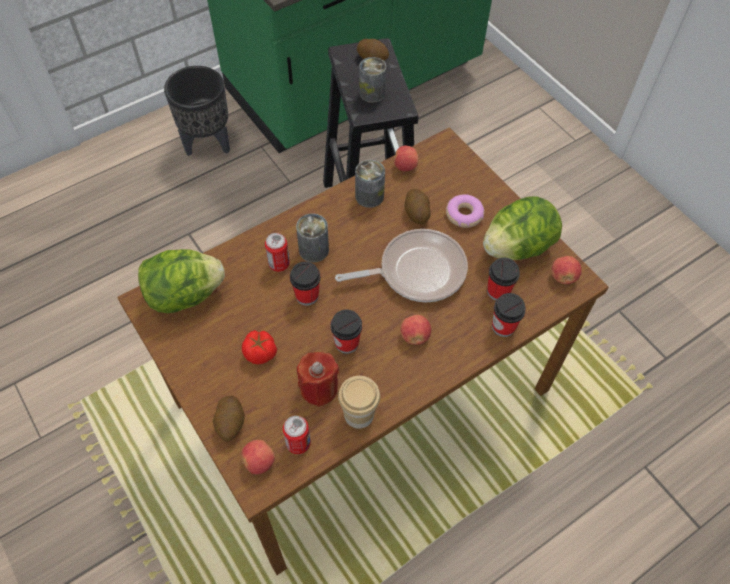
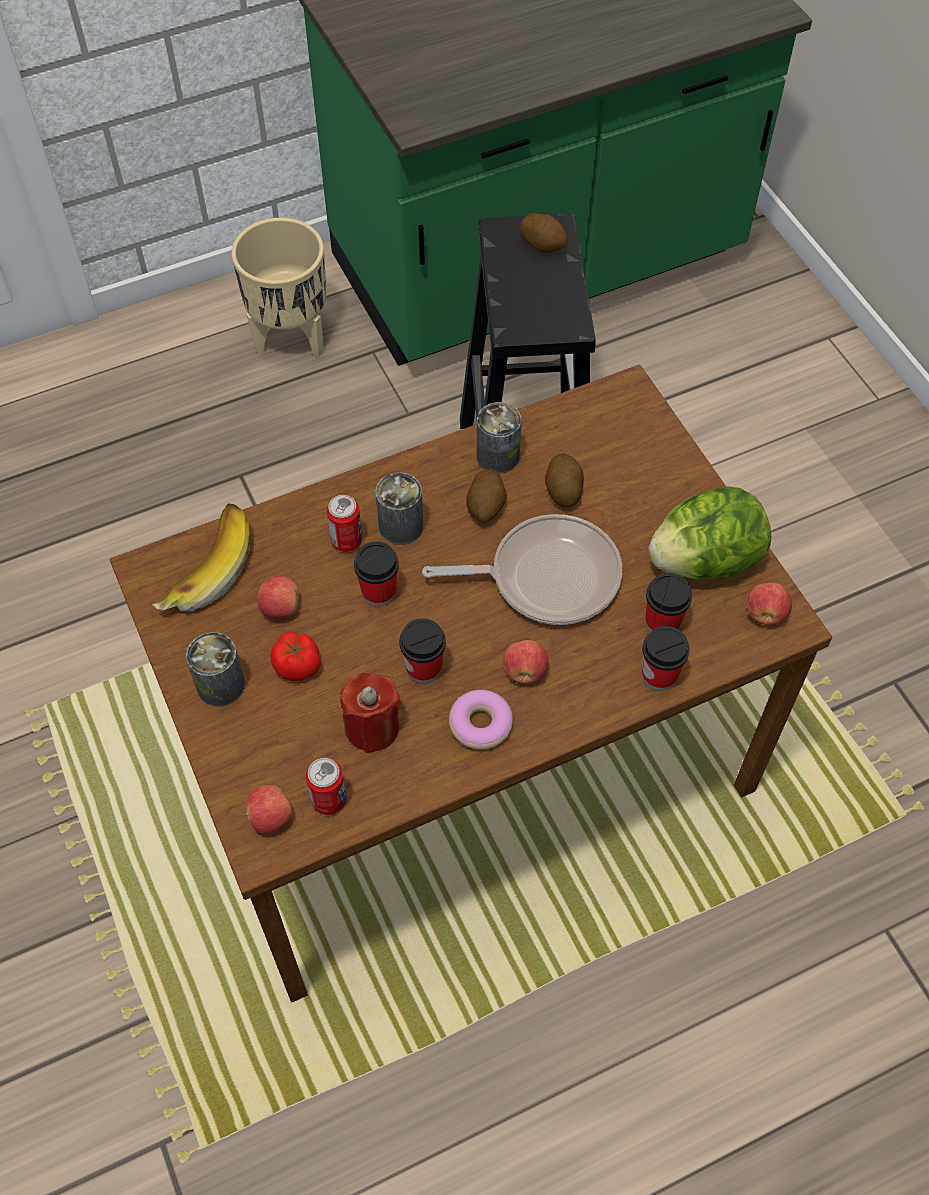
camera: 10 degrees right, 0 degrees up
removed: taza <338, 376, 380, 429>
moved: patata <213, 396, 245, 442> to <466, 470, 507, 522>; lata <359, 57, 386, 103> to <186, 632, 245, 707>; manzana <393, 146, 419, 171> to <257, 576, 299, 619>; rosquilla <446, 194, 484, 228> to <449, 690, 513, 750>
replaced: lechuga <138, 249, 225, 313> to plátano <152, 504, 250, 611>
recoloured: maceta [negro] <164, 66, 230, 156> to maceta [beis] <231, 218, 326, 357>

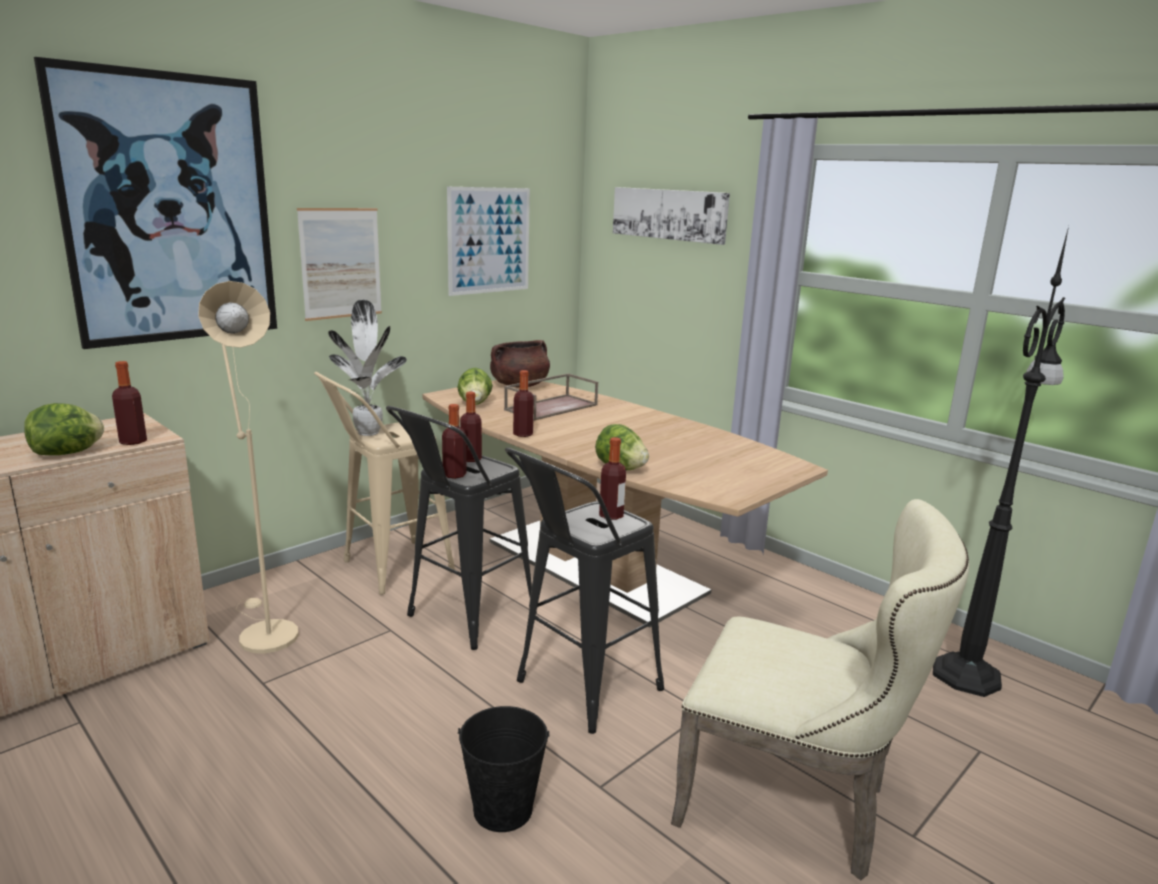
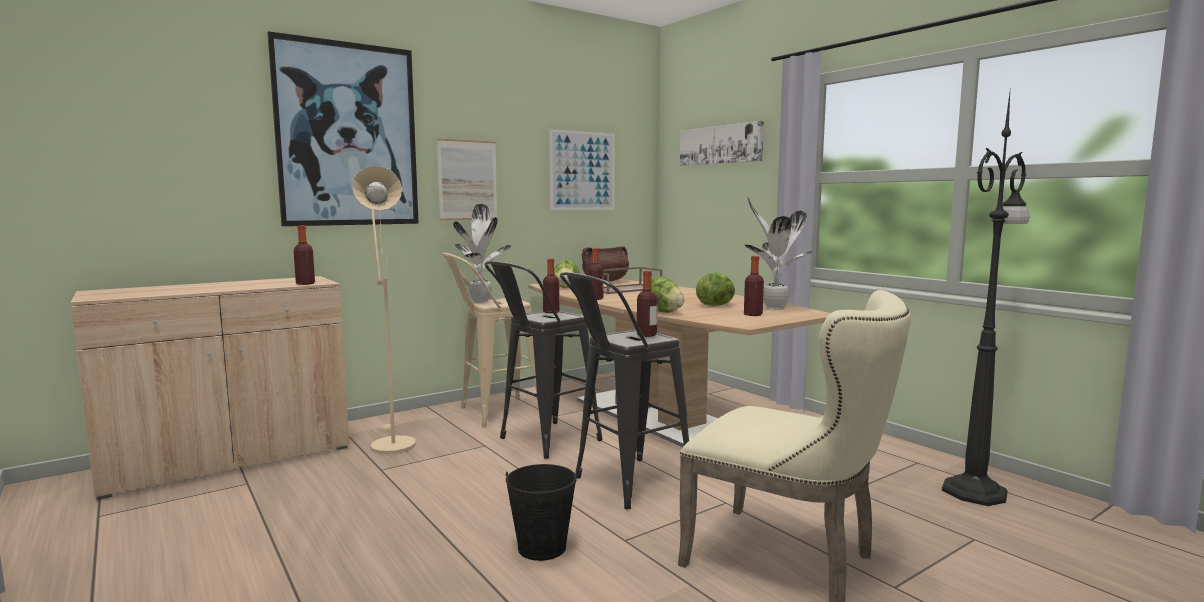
camera: 10 degrees right, 10 degrees down
added: planta en maceta <745, 196, 813, 310>
moved: lechuga <24, 403, 104, 455> to <696, 272, 735, 306>; botella <442, 404, 467, 479> to <744, 256, 764, 316>

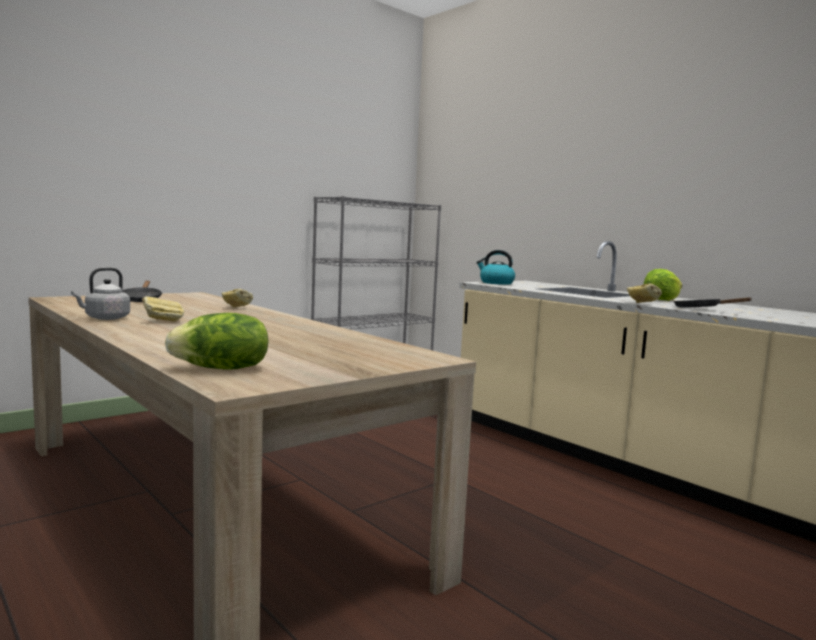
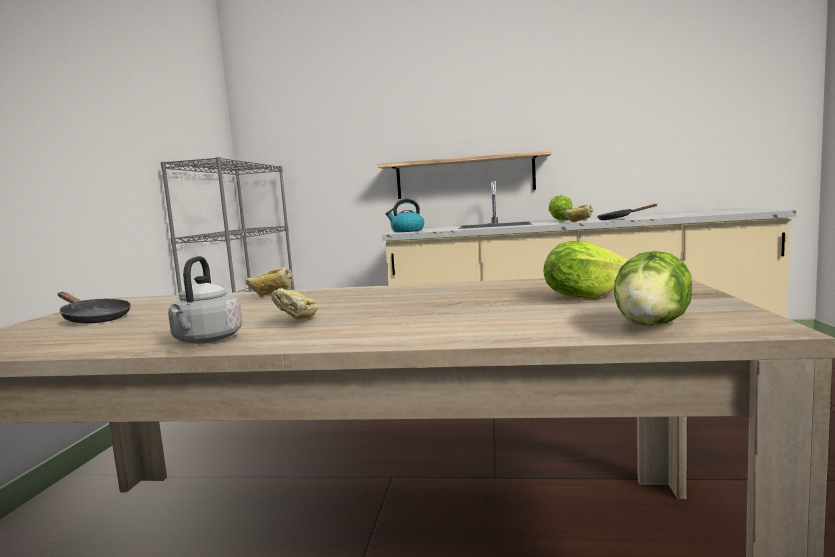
camera: 40 degrees left, 0 degrees up
added: estante <377, 150, 552, 199>; lechuga <544, 241, 628, 299>

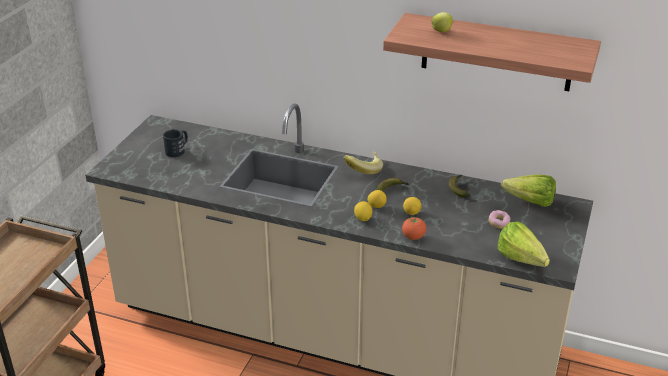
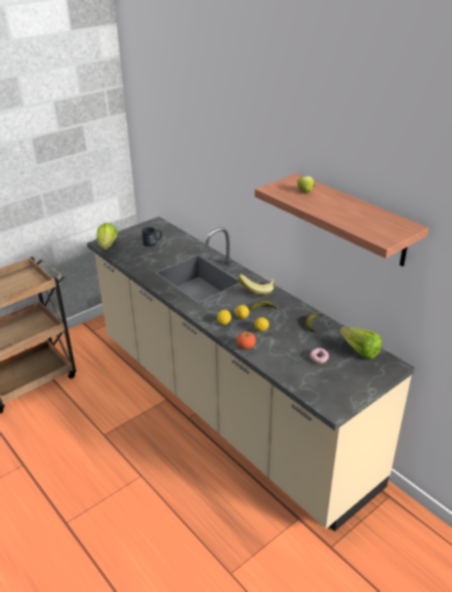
camera: 30 degrees right, 0 degrees up
moved: lechuga <498, 221, 550, 267> to <97, 223, 118, 250>

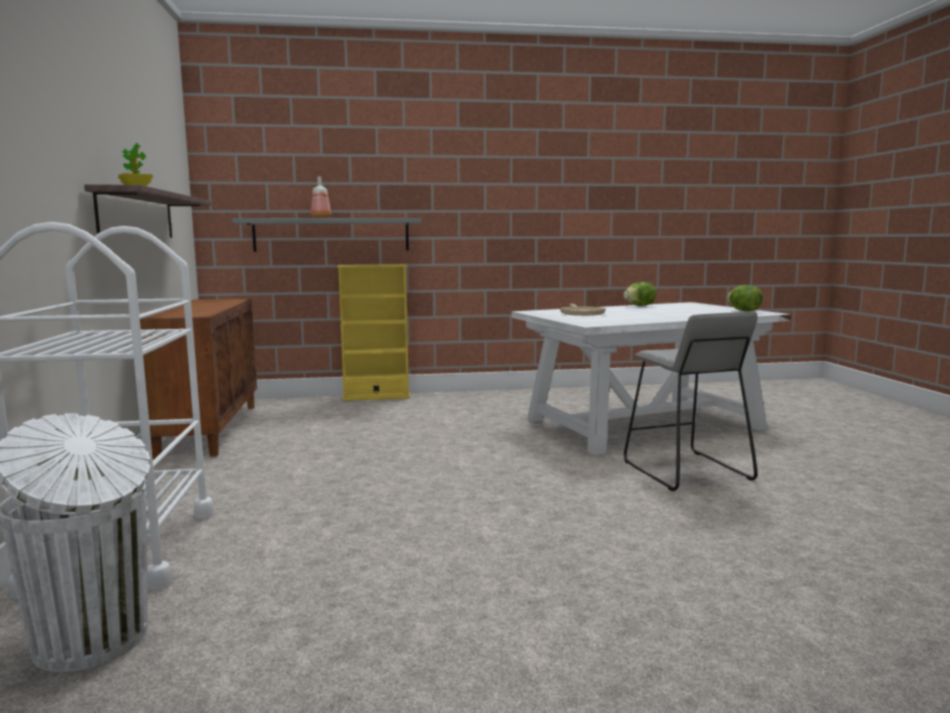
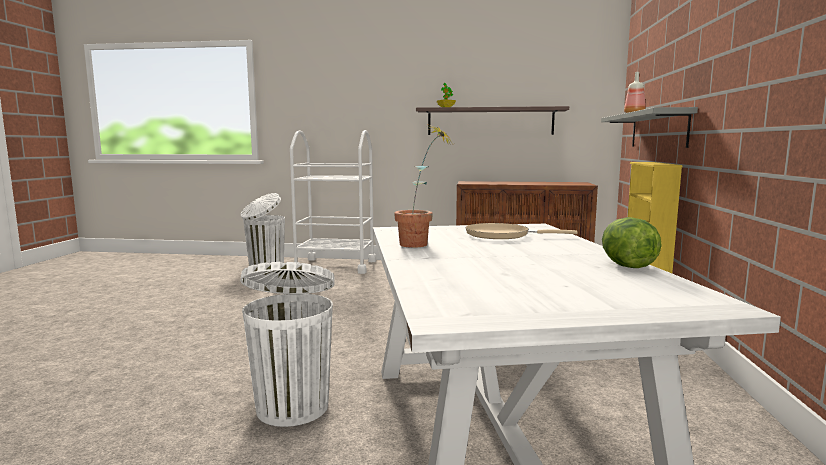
camera: 105 degrees right, 0 degrees up
removed: lechuga <727, 285, 763, 311>
added: planta en maceta <394, 123, 452, 248>
replaced: taburete [gris] <624, 312, 758, 491> to papelera [blanco] <240, 262, 335, 427>

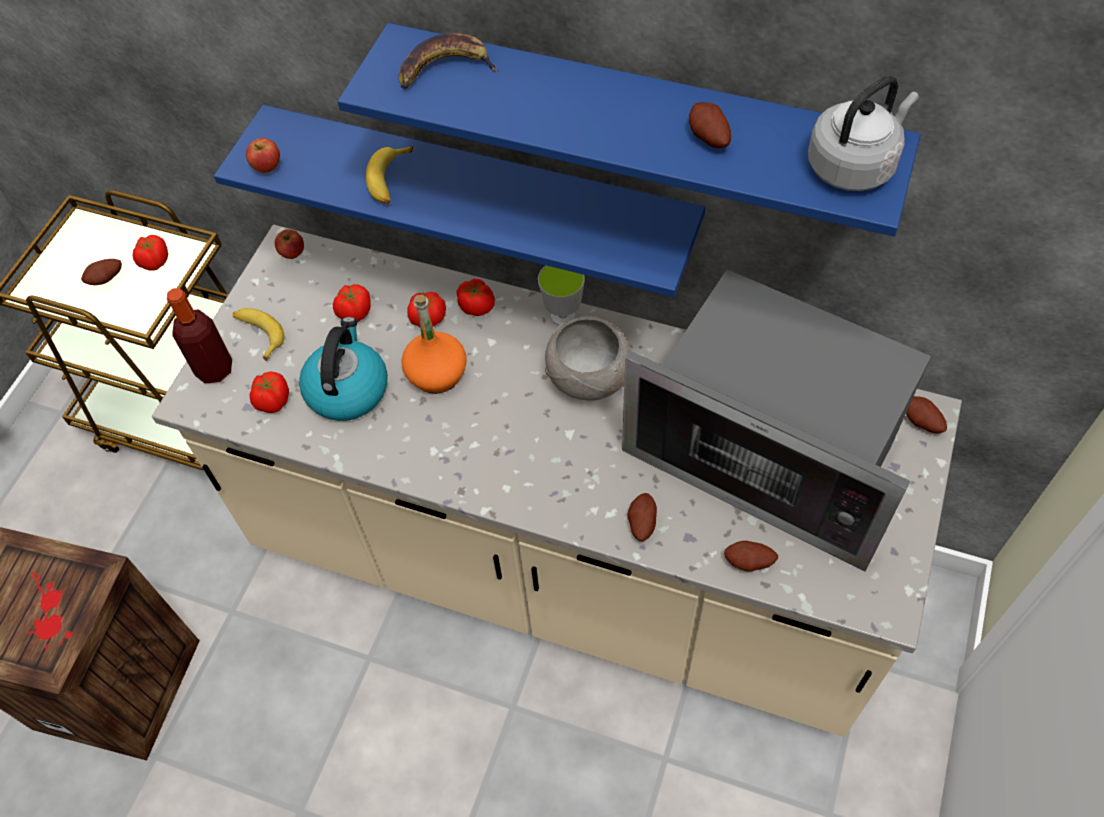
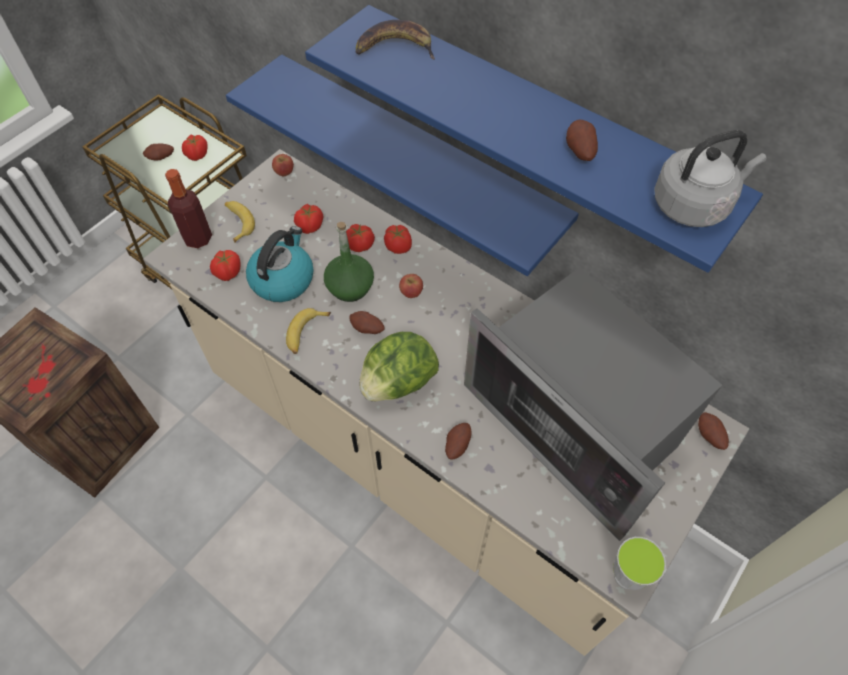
camera: 15 degrees right, 0 degrees up
removed: cuenco [gris] <545, 316, 630, 400>
added: lechuga <360, 332, 439, 401>
moved: manzana <246, 138, 280, 173> to <399, 274, 423, 298>; plátano <366, 146, 413, 204> to <286, 308, 331, 354>; taza <538, 265, 585, 325> to <613, 537, 666, 590>; patata <724, 541, 778, 571> to <350, 311, 385, 334>
recoloured: botella [naranja] <401, 295, 467, 394> to botella [verde] <324, 222, 374, 302>

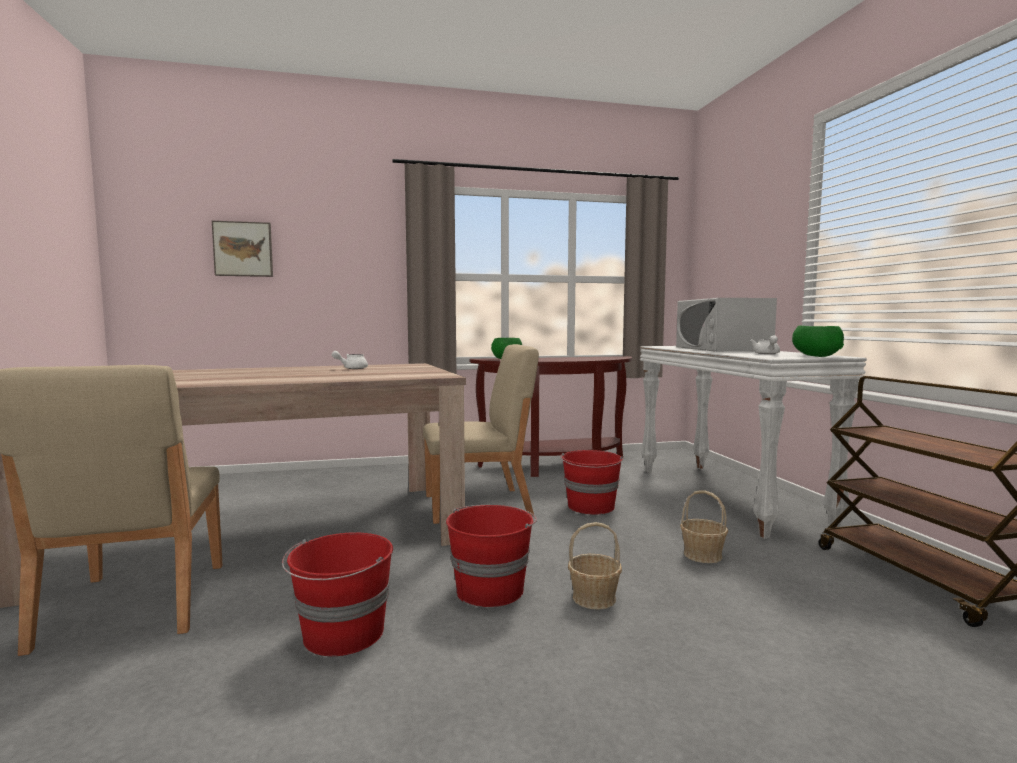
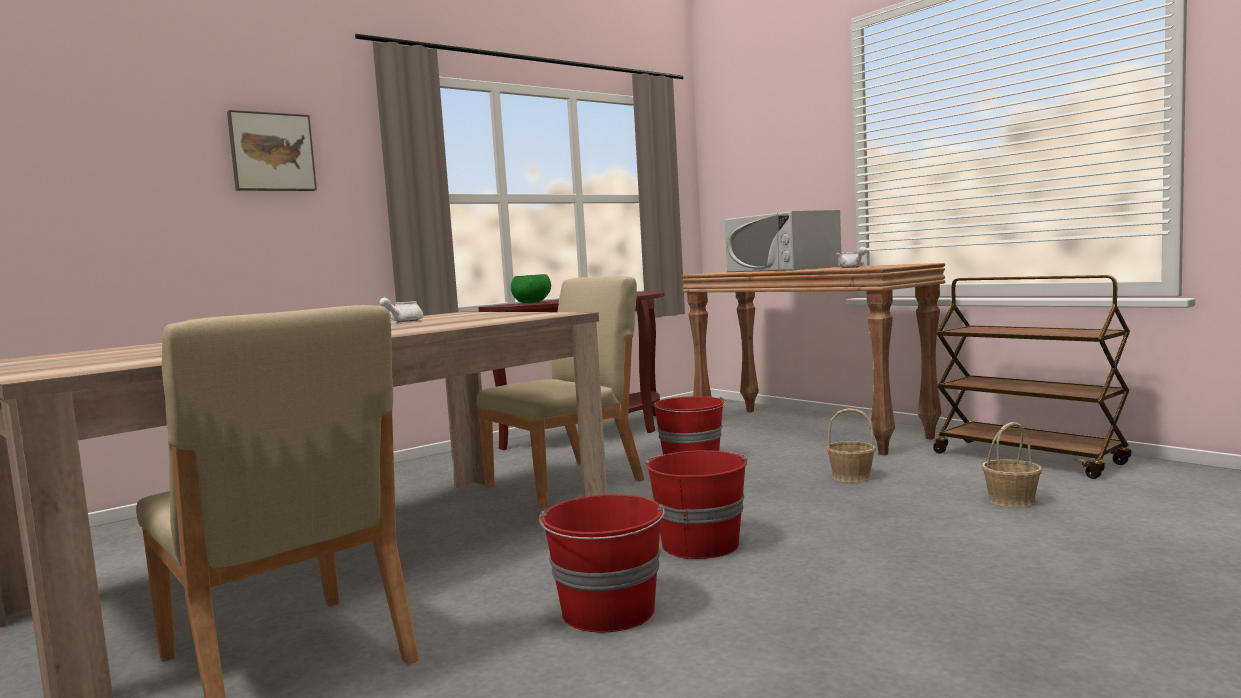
camera: 25 degrees left, 0 degrees up
removed: cuenco [verde] <792, 326, 844, 357>
moved: cuadro <212, 221, 273, 277> to <227, 110, 317, 191>; cesta <568, 522, 622, 610> to <982, 422, 1042, 508>
recoloured: mesa consola [blanco] <640, 346, 867, 539> to mesa consola [marrón] <682, 263, 945, 455>

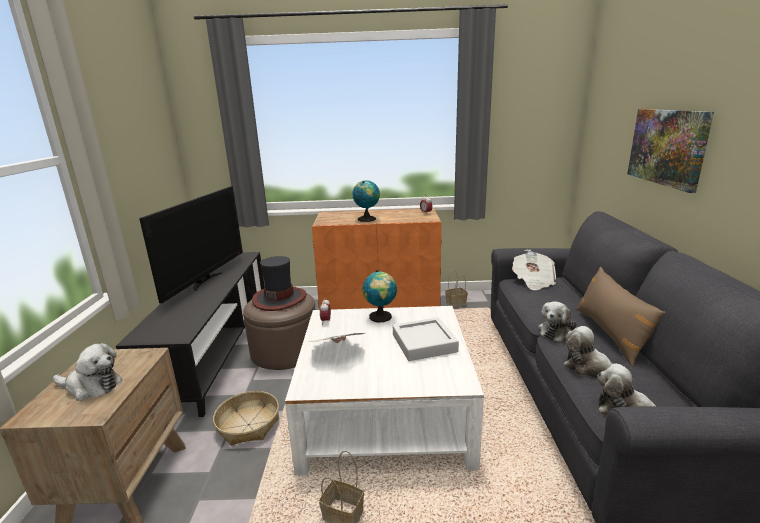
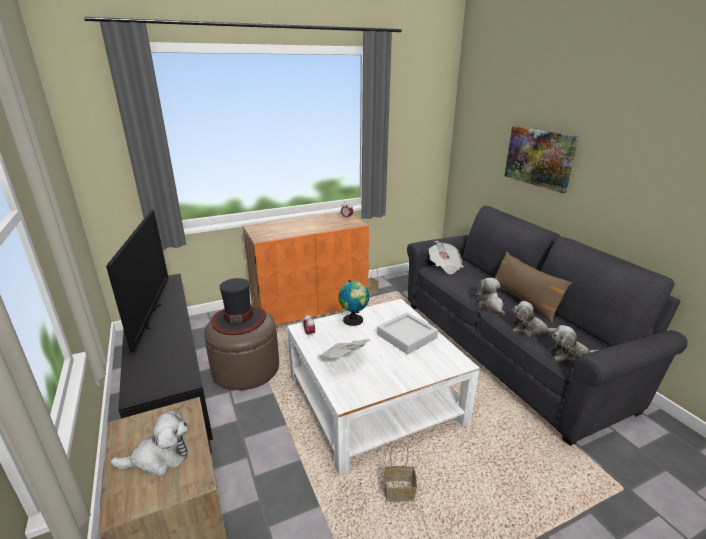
camera: 25 degrees left, 5 degrees up
removed: cesta <213, 391, 279, 446>; globo terráqueo <352, 180, 380, 222>
turned: peluche <538, 301, 576, 342> = <476, 278, 506, 317> 150 degrees clockwise

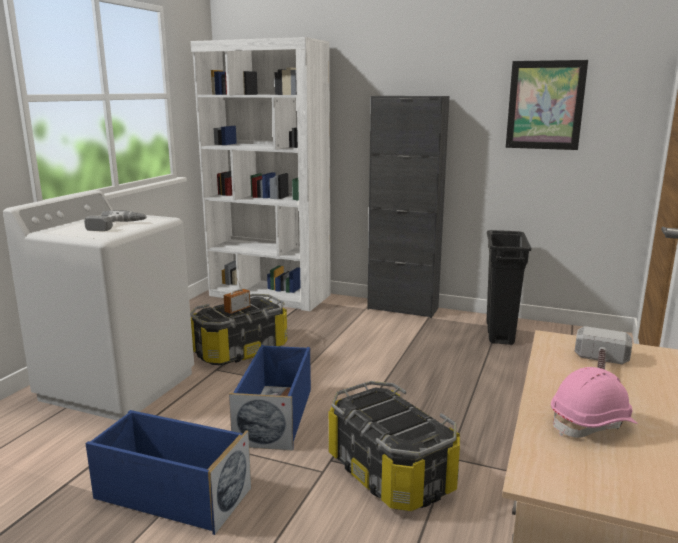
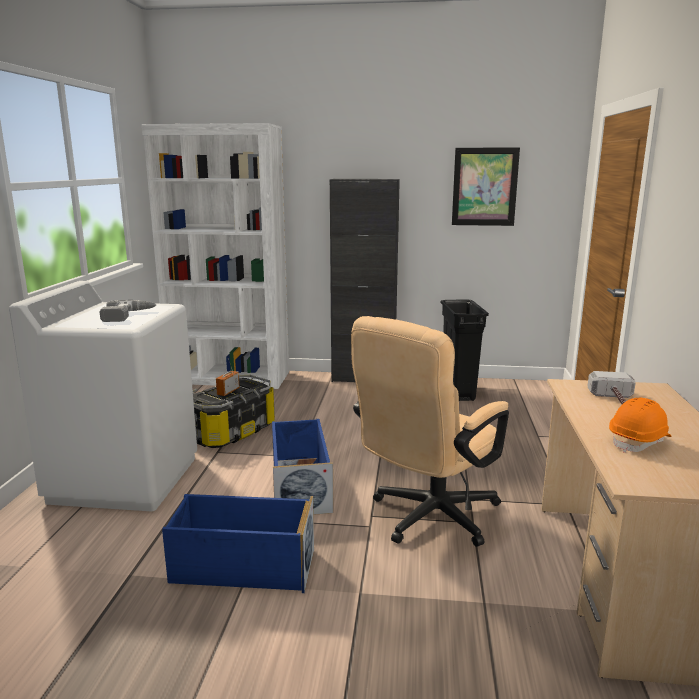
camera: 15 degrees left, 0 degrees up
replaced: caja de almacenaje <328, 381, 460, 511> to silla de oficina [beis] <351, 316, 509, 547>
recoloured: casco [rosa] <551, 367, 637, 438> to casco [naranja] <609, 398, 671, 453>

